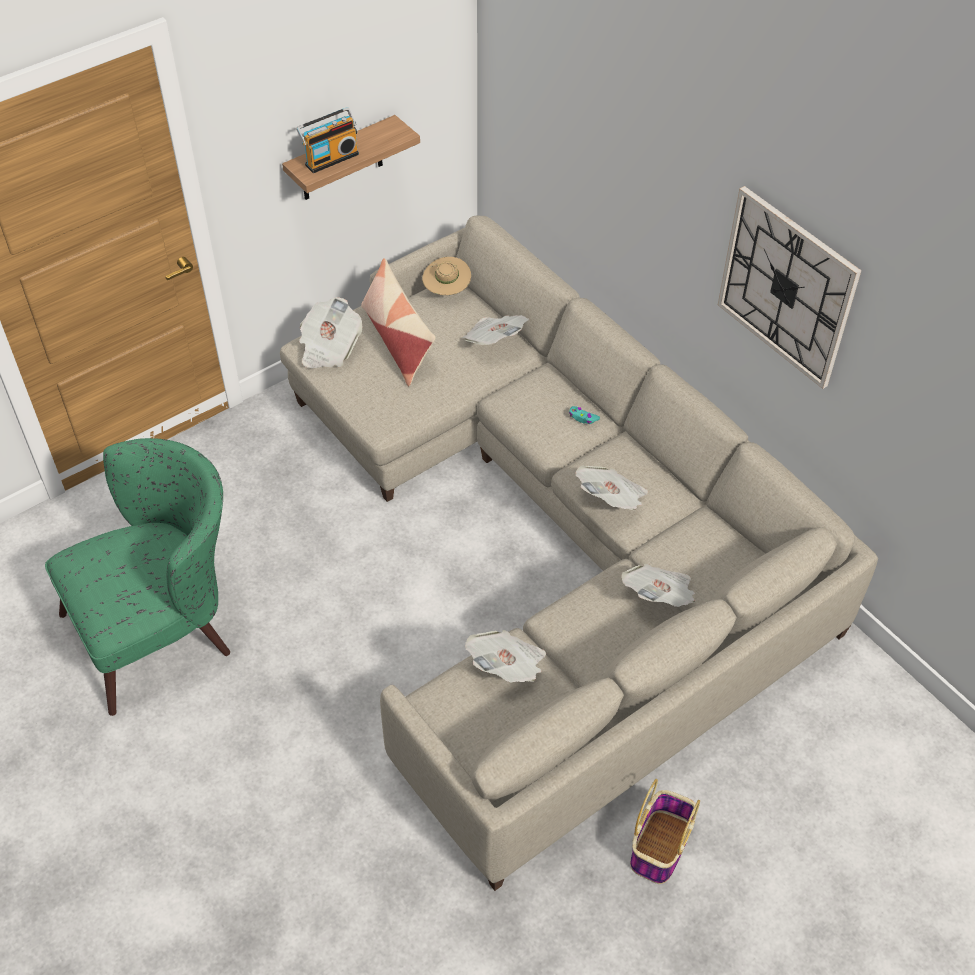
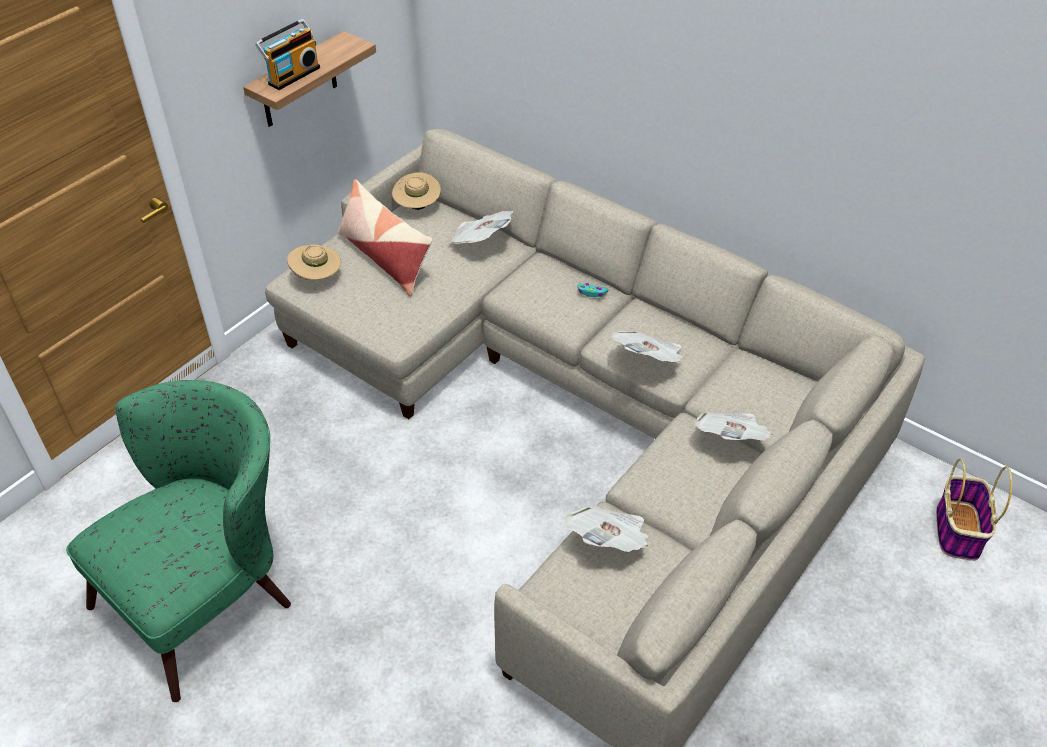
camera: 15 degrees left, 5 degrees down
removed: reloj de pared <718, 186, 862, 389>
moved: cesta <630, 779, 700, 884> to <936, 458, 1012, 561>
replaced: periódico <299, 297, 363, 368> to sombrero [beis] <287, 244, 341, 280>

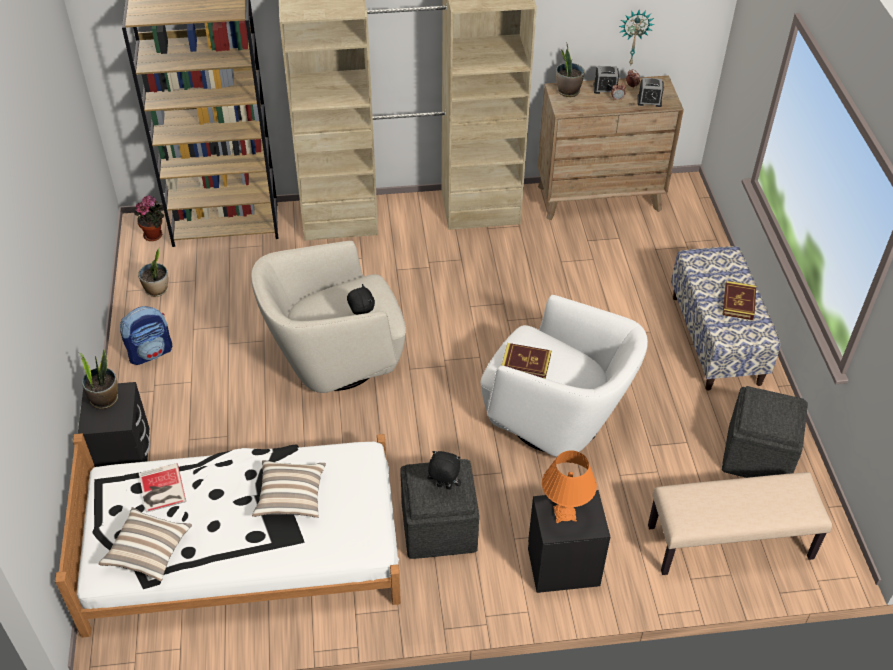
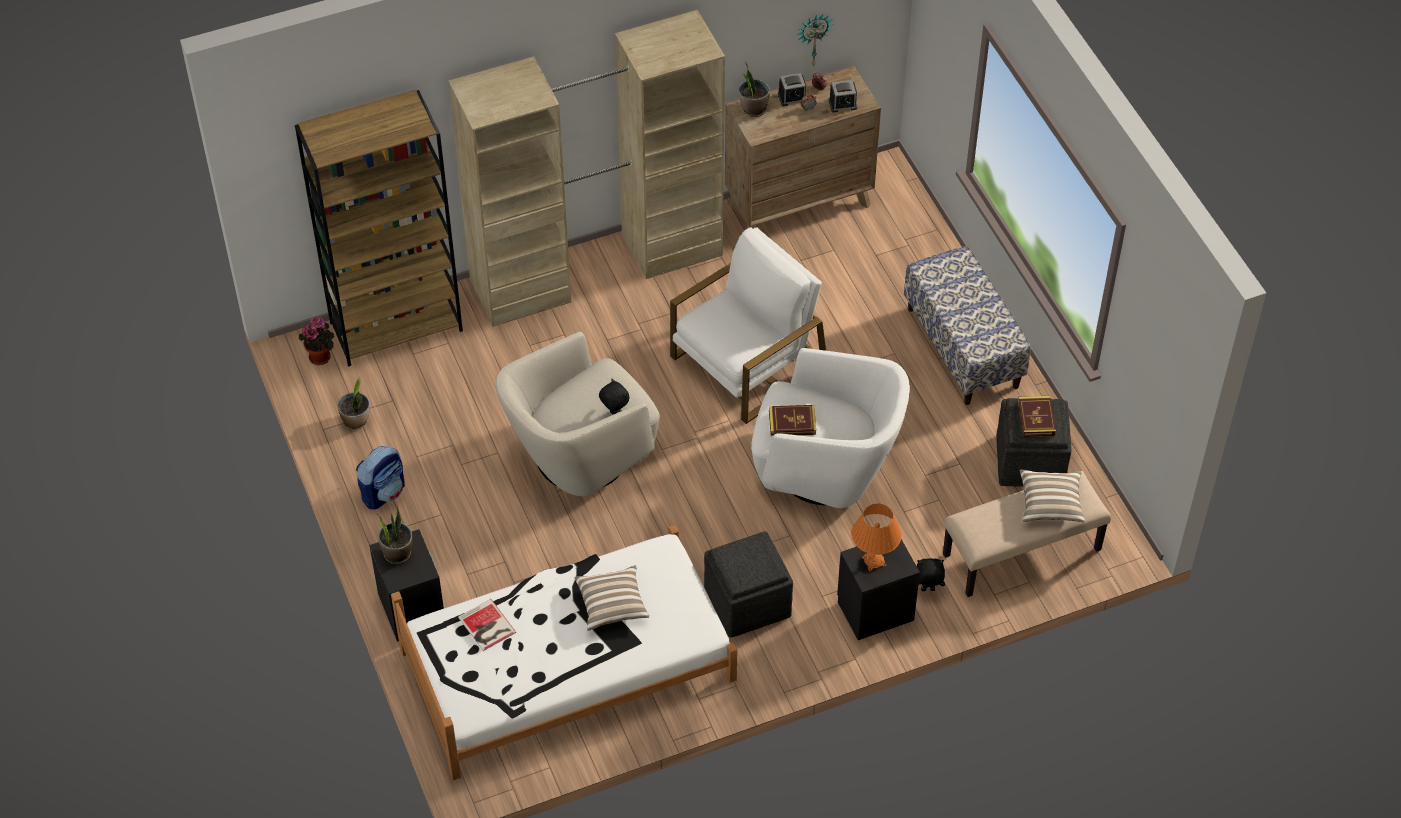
camera: 15 degrees left, 5 degrees up
added: sillón [blanco] <670, 227, 826, 424>
moved: cojín <98, 507, 192, 582> to <1020, 470, 1085, 522>; peluche [negro] <427, 451, 461, 489> to <917, 559, 945, 591>; libro <723, 281, 756, 320> to <1018, 396, 1056, 437>

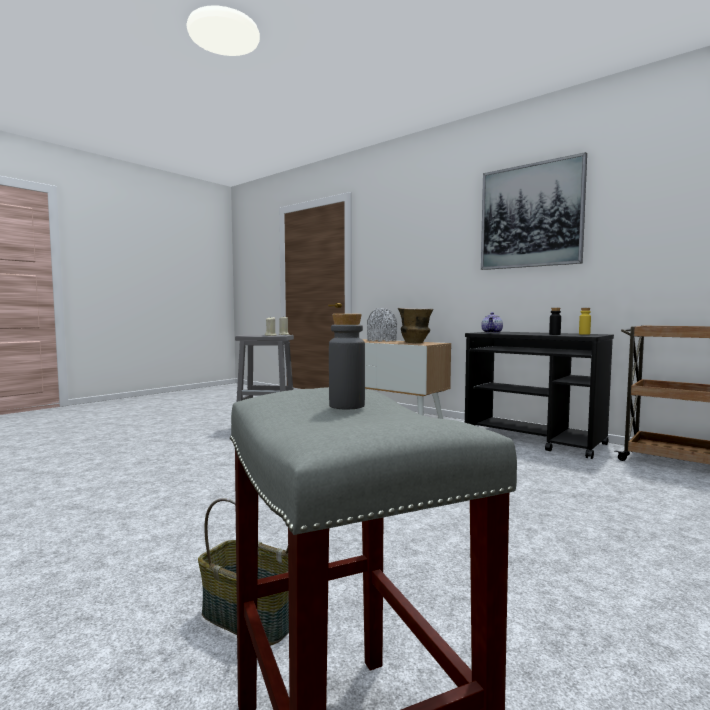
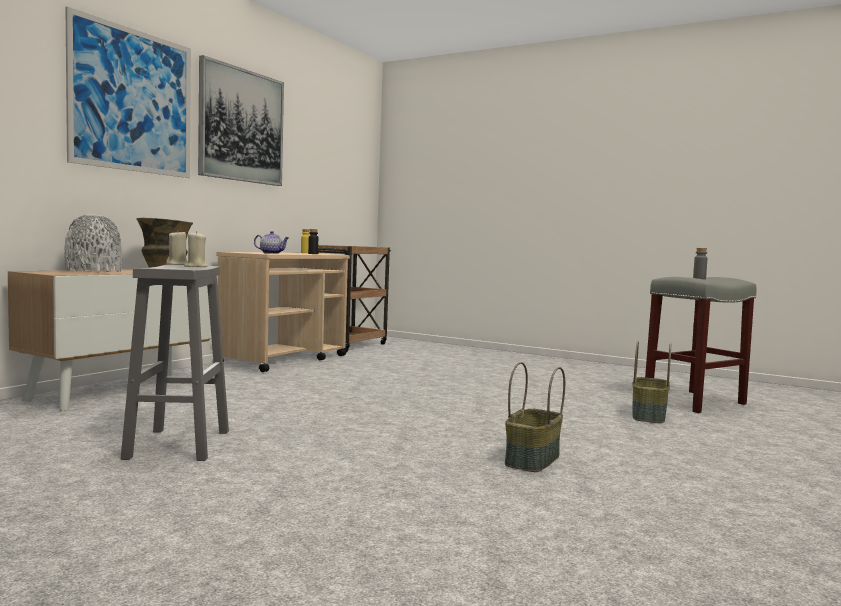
camera: 100 degrees left, 0 degrees up
added: cuadro <65, 7, 191, 178>; cesta <505, 362, 565, 472>
recoloured: carrito [negro] <465, 332, 614, 459> to carrito [beis] <217, 252, 350, 372>

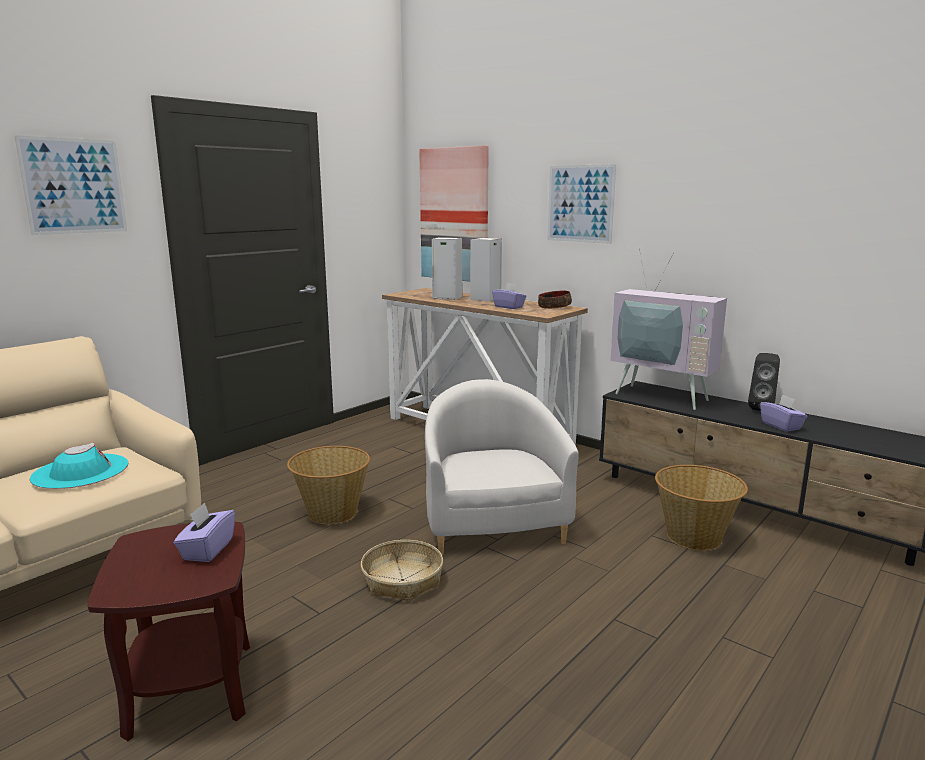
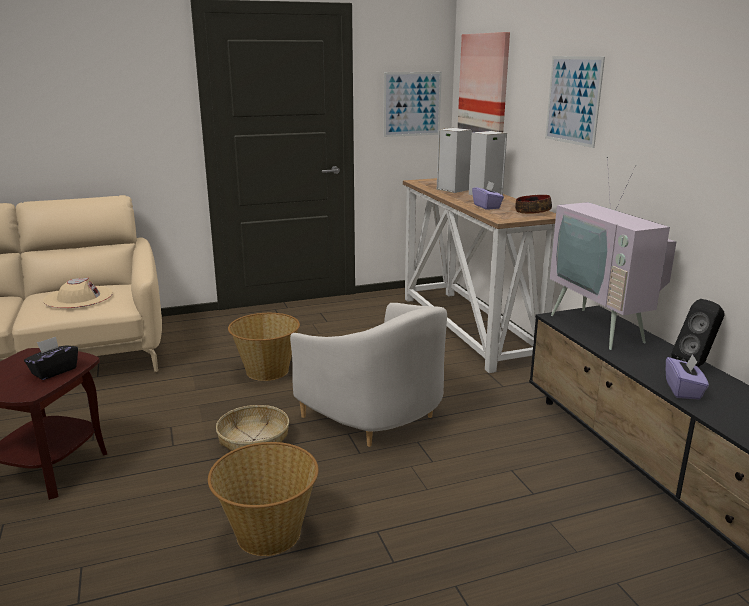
camera: 30 degrees right, 5 degrees up
moved: cuadro <14, 135, 127, 235> to <384, 72, 442, 137>; cesta <655, 465, 748, 550> to <208, 442, 319, 556>
recoloured: sombrero [turquesa] <30, 443, 128, 489> to sombrero [beis] <43, 278, 113, 308>; caja de pañuelos [morado] <174, 503, 235, 562> to caja de pañuelos [negro] <24, 337, 78, 380>
turned: sillón [blanco] <425, 379, 579, 556> = <290, 303, 447, 447> 120 degrees clockwise

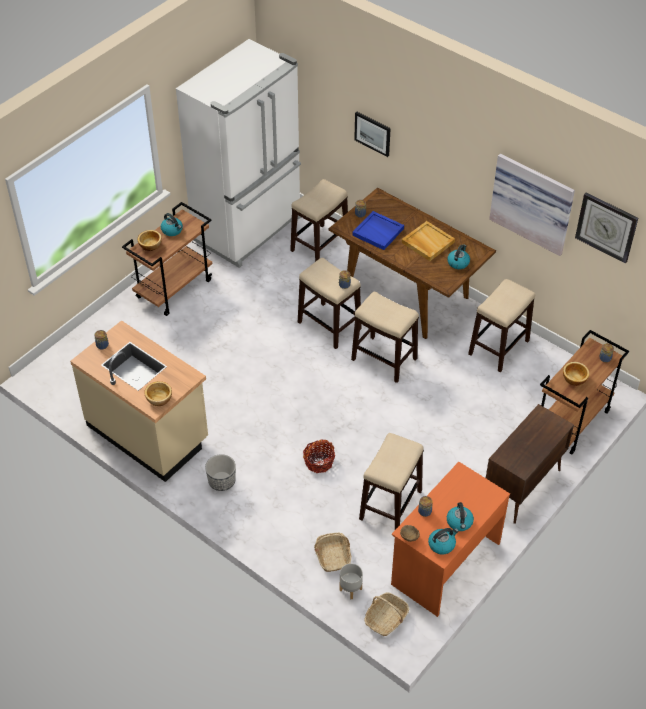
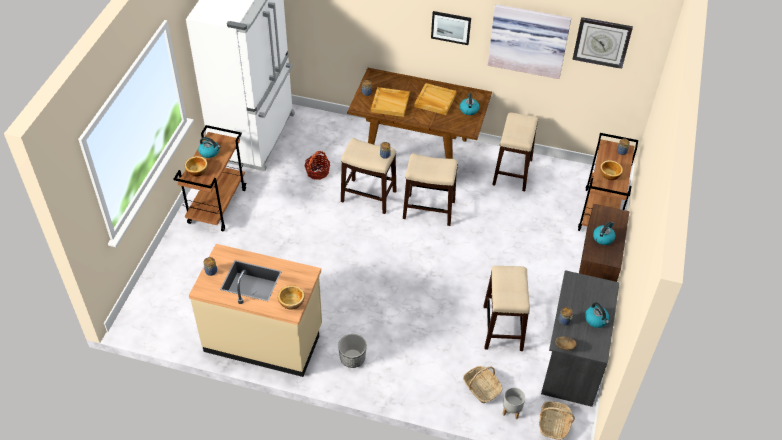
camera: 25 degrees left, 0 degrees up
removed: taburete <290, 179, 348, 262>
moved: cesta <303, 439, 335, 473> to <304, 151, 330, 180>; cuadro <354, 112, 391, 157> to <431, 11, 471, 45>; hervidor <428, 528, 459, 554> to <593, 221, 616, 245>
recoloured: bandeja [azul] <352, 211, 404, 250> to bandeja [beis] <371, 87, 410, 117>; escritorio [naranja] <391, 462, 510, 617> to escritorio [gris] <541, 270, 620, 407>

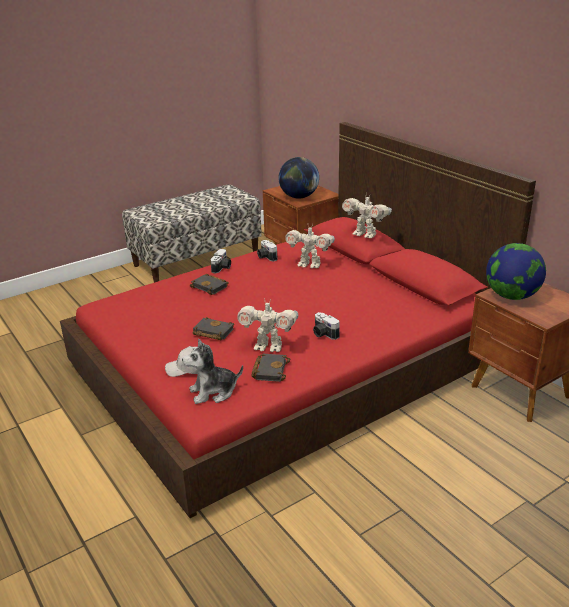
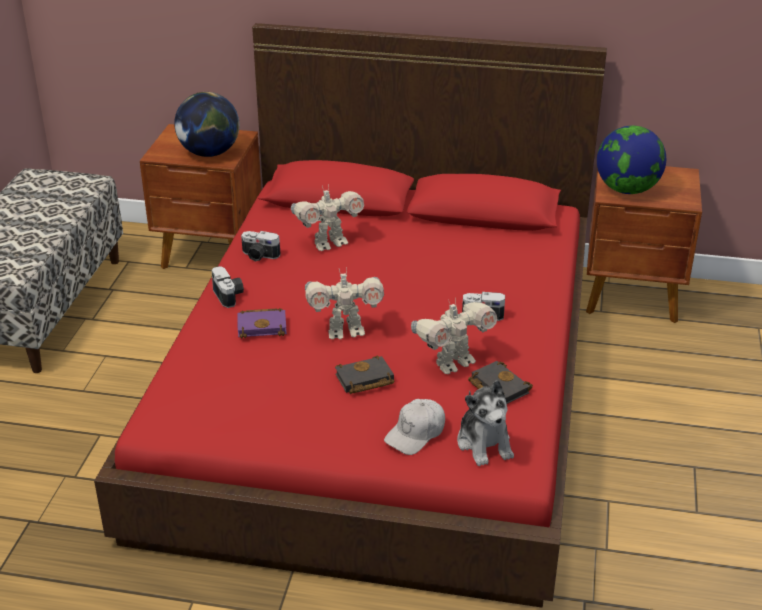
camera: 45 degrees left, 5 degrees up
moved: robot de juguete <342, 196, 392, 238> to <305, 268, 384, 339>
recoloured: libro [negro] <190, 274, 229, 295> to libro [morado] <237, 308, 287, 339>
turned: peluche <182, 338, 243, 404> = <457, 380, 514, 466> 45 degrees counterclockwise

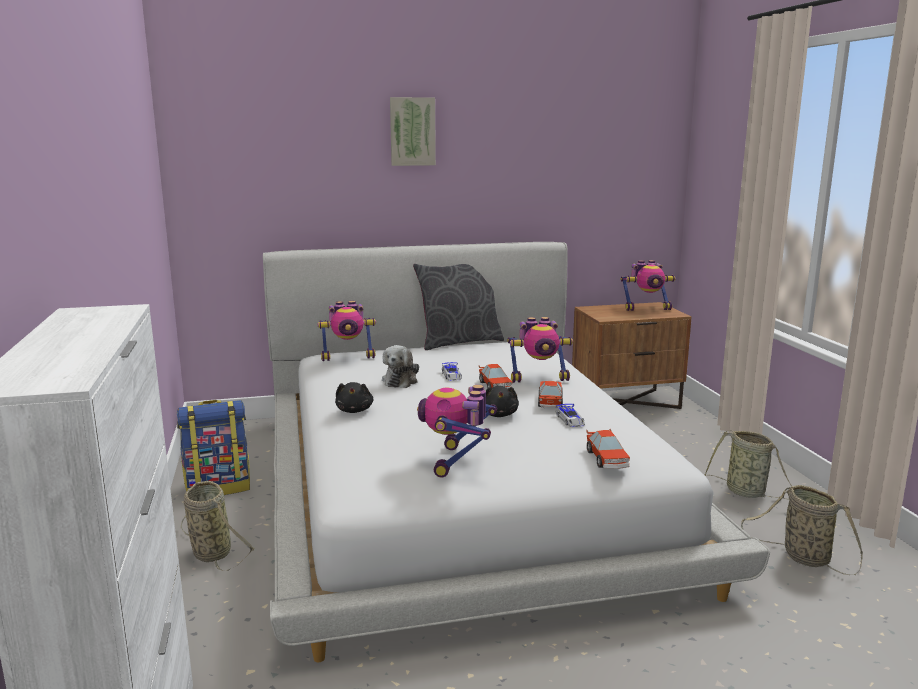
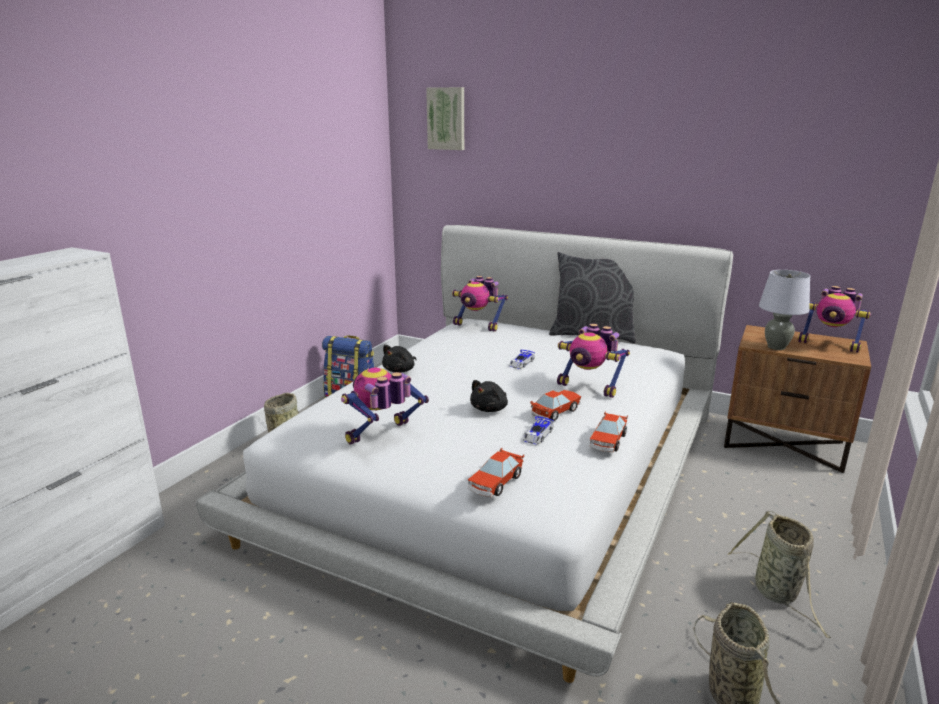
camera: 40 degrees right, 5 degrees up
removed: peluche <382, 345, 419, 388>
added: lámpara de mesa [gris] <759, 270, 810, 350>
moved: cuadro <390, 97, 436, 166> to <426, 87, 464, 150>; coche de juguete <479, 364, 512, 388> to <590, 411, 628, 452>

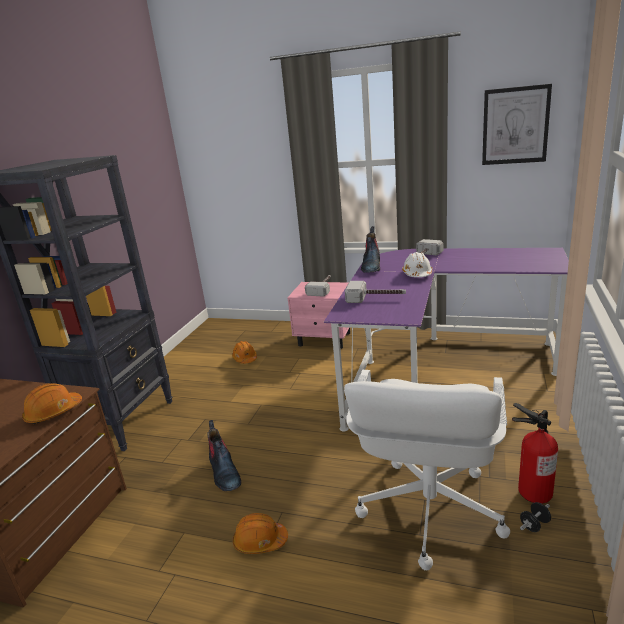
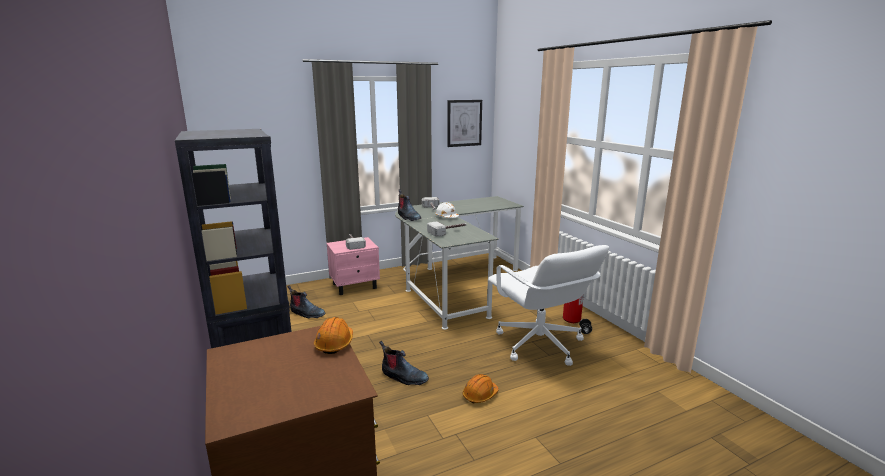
camera: 45 degrees left, 5 degrees down
replaced: casco [naranja] <232, 341, 257, 364> to bota <287, 285, 325, 319>
recoloured: escritorio [morado] <324, 248, 569, 432> to escritorio [gris] <395, 196, 524, 330>

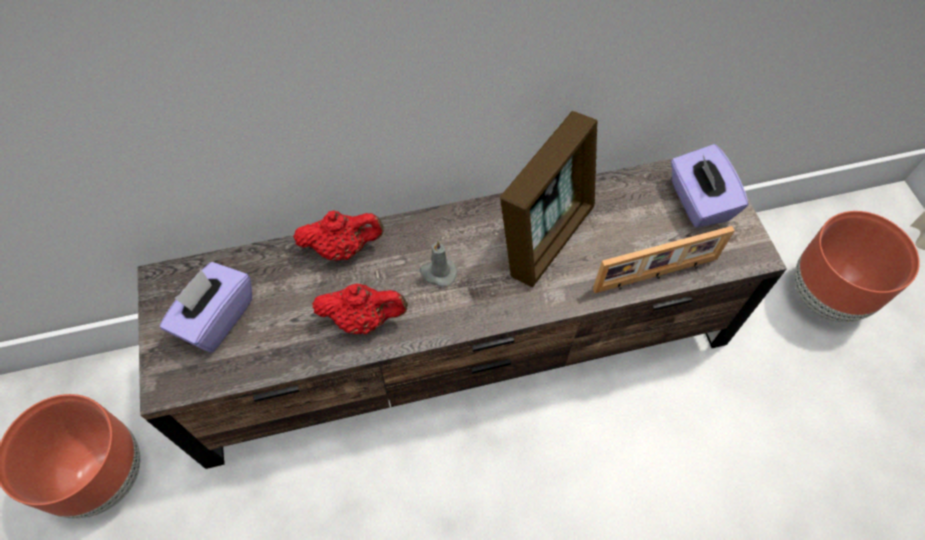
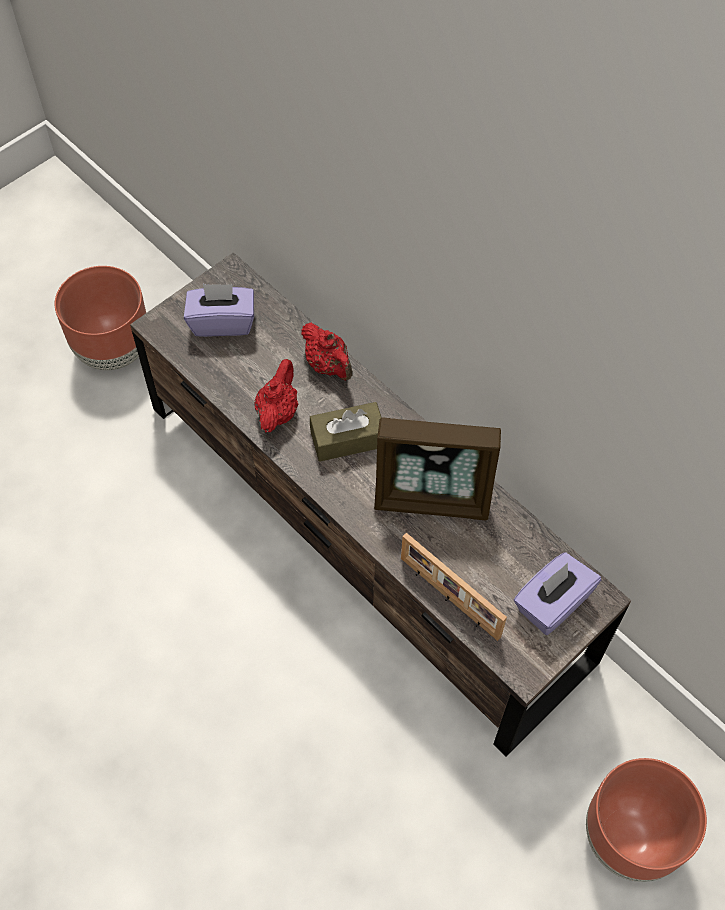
camera: 60 degrees right, 0 degrees up
replaced: vela [gris] <420, 240, 458, 287> to caja de pañuelos [marrón] <310, 402, 381, 462>
turned: tetera [rojo] <312, 284, 408, 334> = <254, 359, 298, 433> 135 degrees counterclockwise

